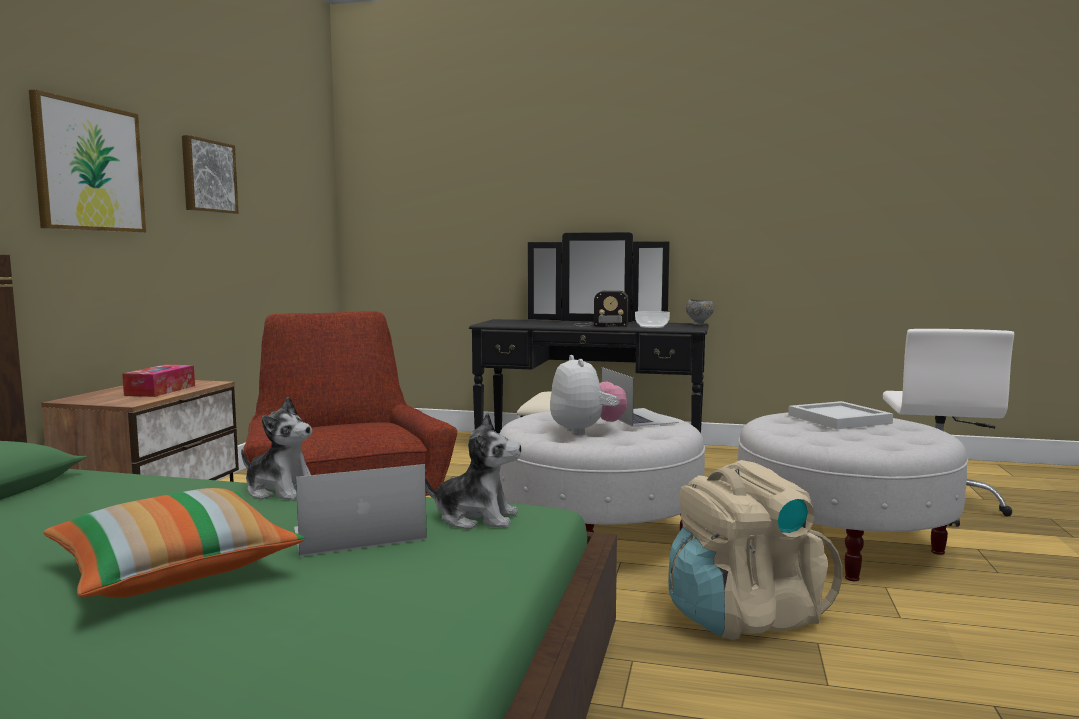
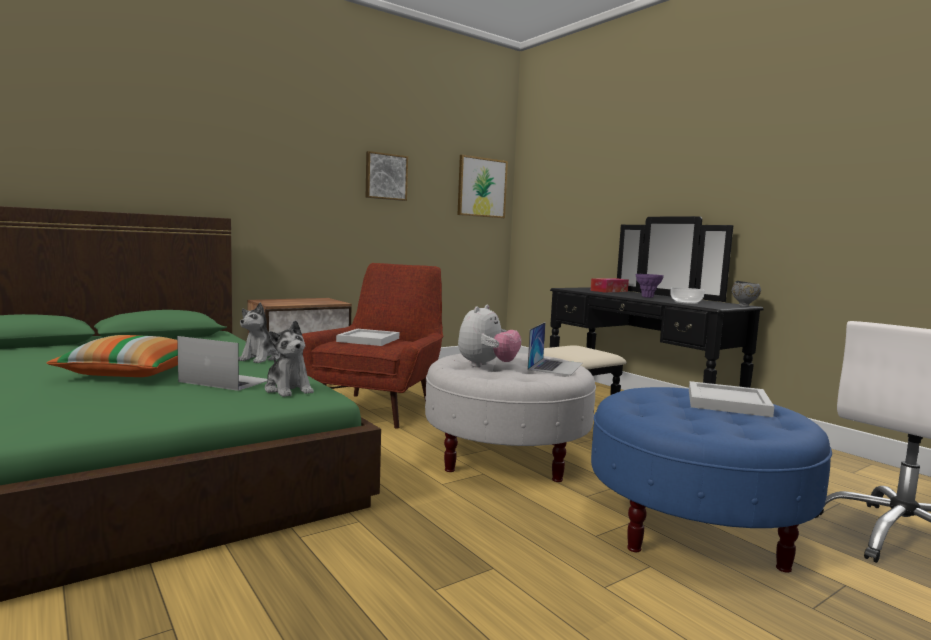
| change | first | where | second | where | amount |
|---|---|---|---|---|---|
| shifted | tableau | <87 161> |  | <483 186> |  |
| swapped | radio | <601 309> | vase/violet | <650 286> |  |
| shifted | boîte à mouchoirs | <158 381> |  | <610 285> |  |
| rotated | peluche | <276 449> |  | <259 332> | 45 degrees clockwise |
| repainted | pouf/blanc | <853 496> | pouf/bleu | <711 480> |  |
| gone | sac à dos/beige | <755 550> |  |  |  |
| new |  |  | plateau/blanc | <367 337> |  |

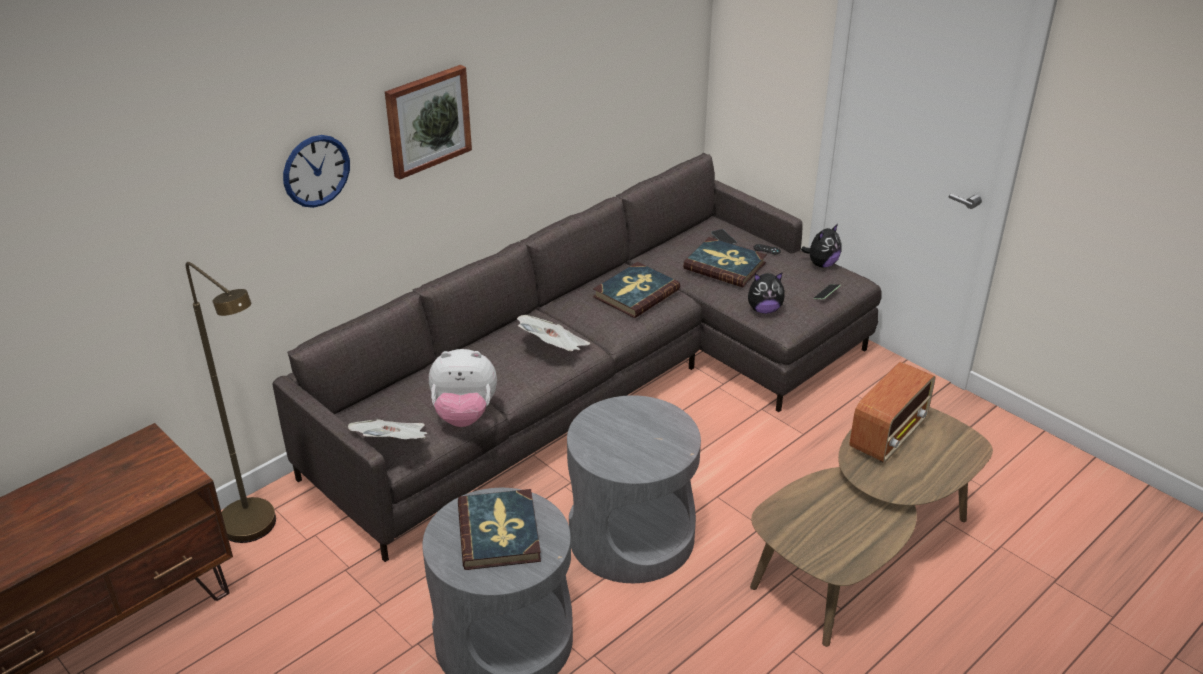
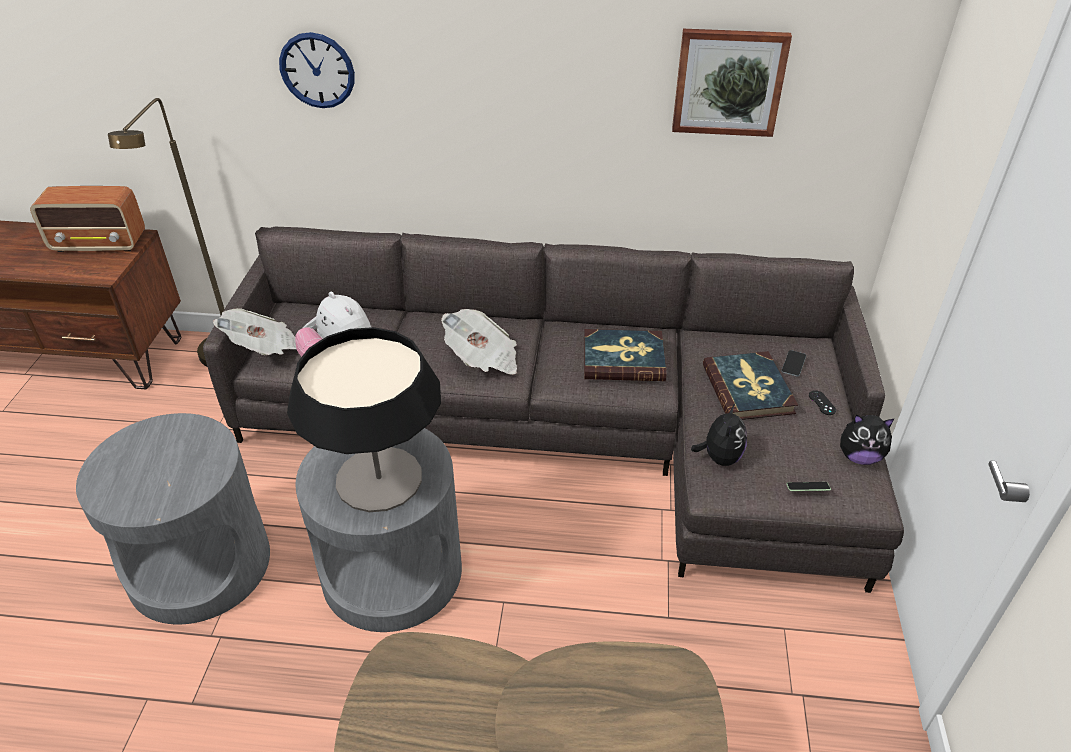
| change | first | where | second | where | amount |
|---|---|---|---|---|---|
| shifted | tableau | <428 122> |  | <732 83> |  |
| rotated | peluche | <766 293> |  | <719 435> | 120 degrees counterclockwise |
| shifted | radio | <892 412> |  | <87 219> |  |
| gone | livre | <499 529> |  |  |  |
| new |  |  | lampe de table | <364 419> |  |

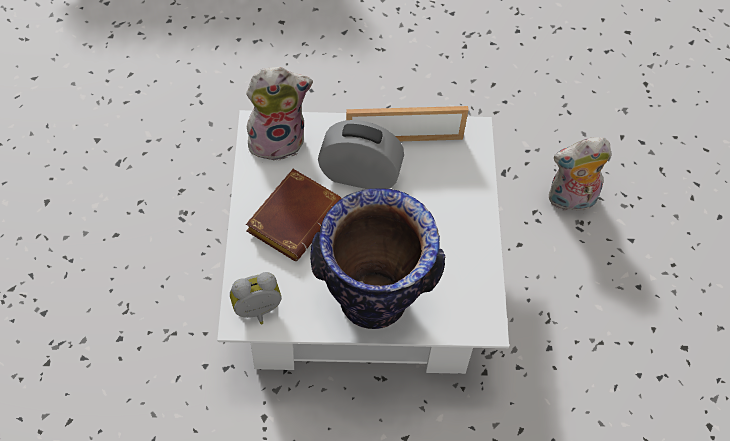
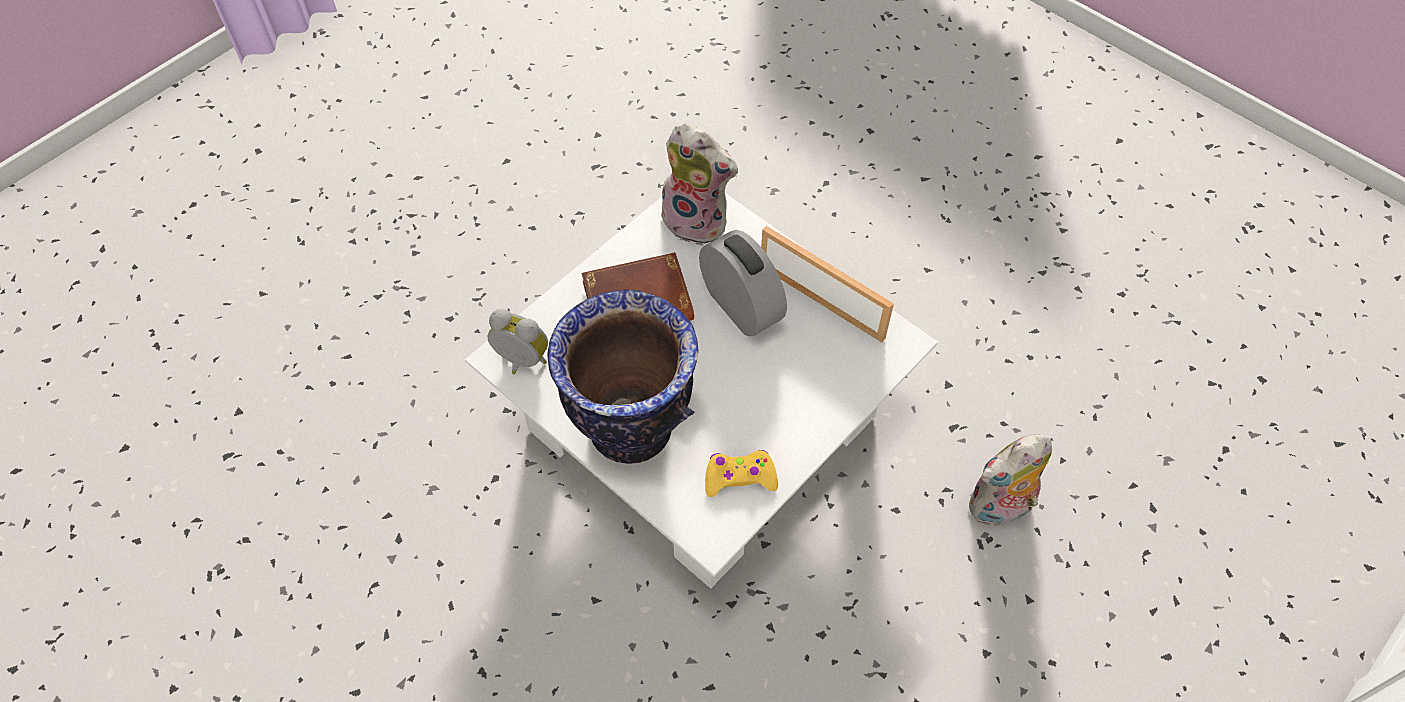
| change | first | where | second | where | amount |
|---|---|---|---|---|---|
| rotated | peluche | <580 174> |  | <1010 480> | 60 degrees counterclockwise |
| new |  |  | manette/jaune | <741 473> |  |

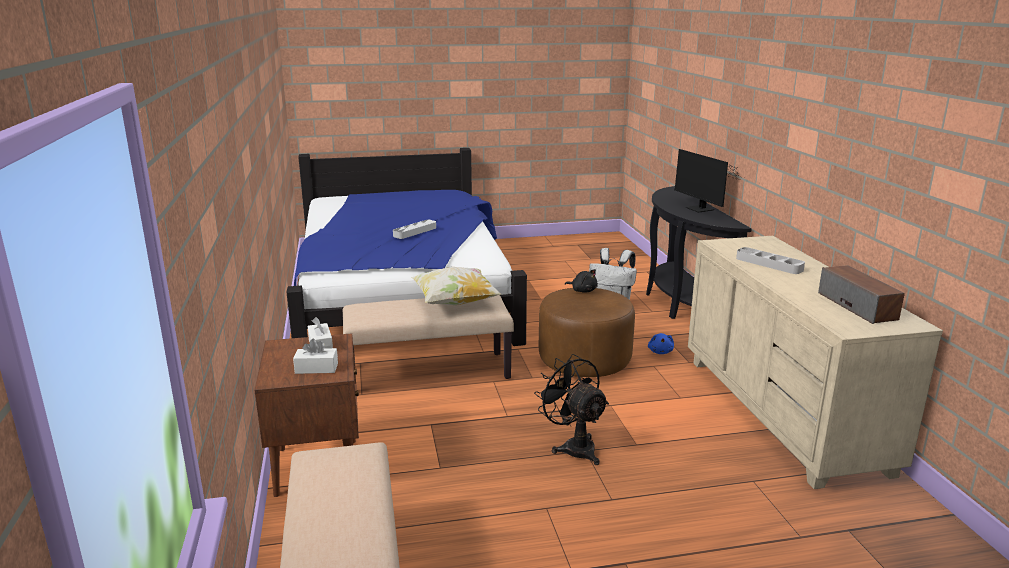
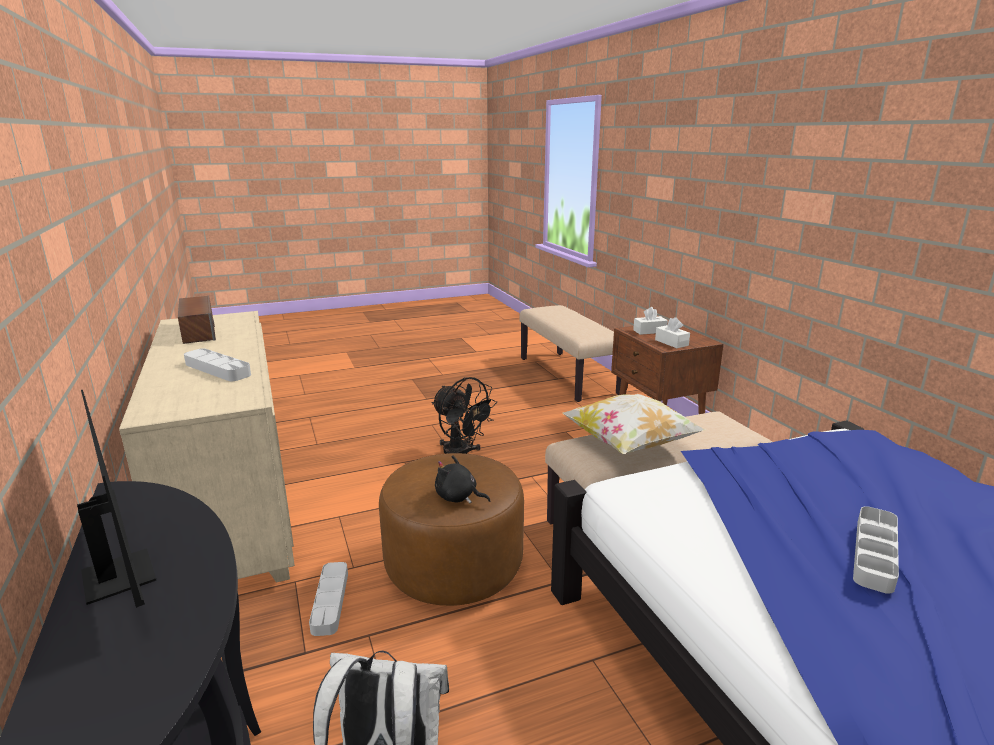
| change | first | where | second | where | amount |
|---|---|---|---|---|---|
| swapped | peluche/bleu | <661 343> | plateau/gris | <328 599> |  |

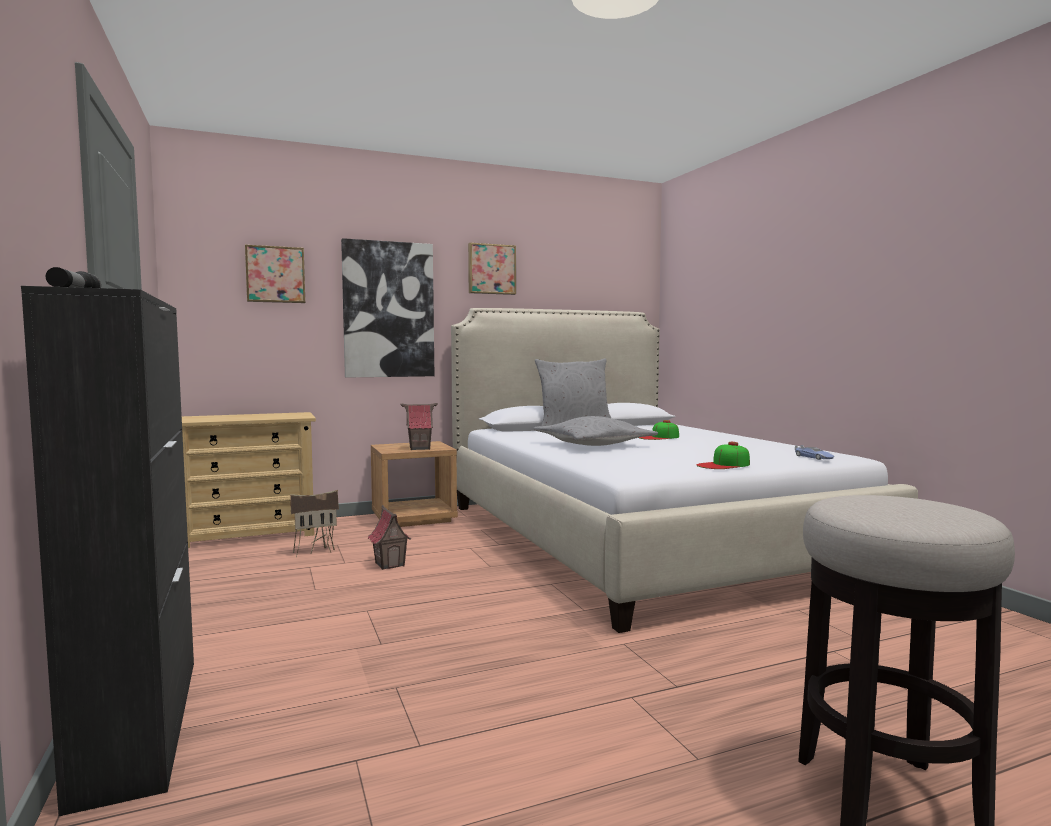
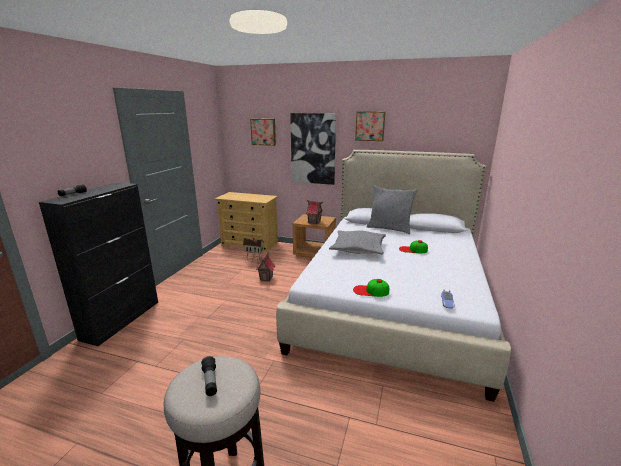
| change | first | where | second | where | amount |
|---|---|---|---|---|---|
| new |  |  | lampe de poche | <209 376> |  |

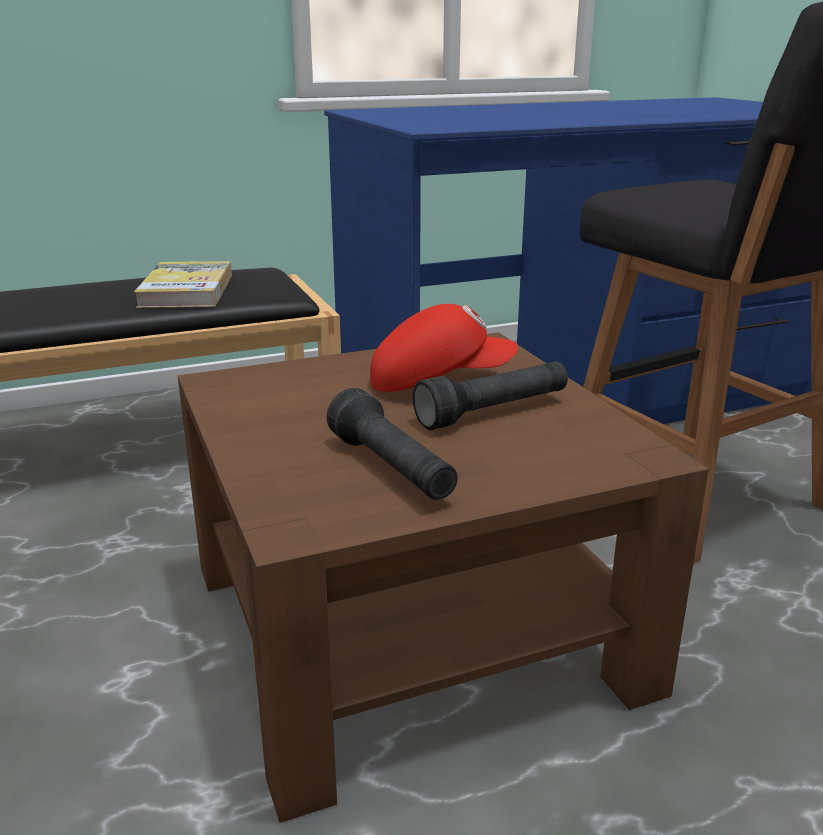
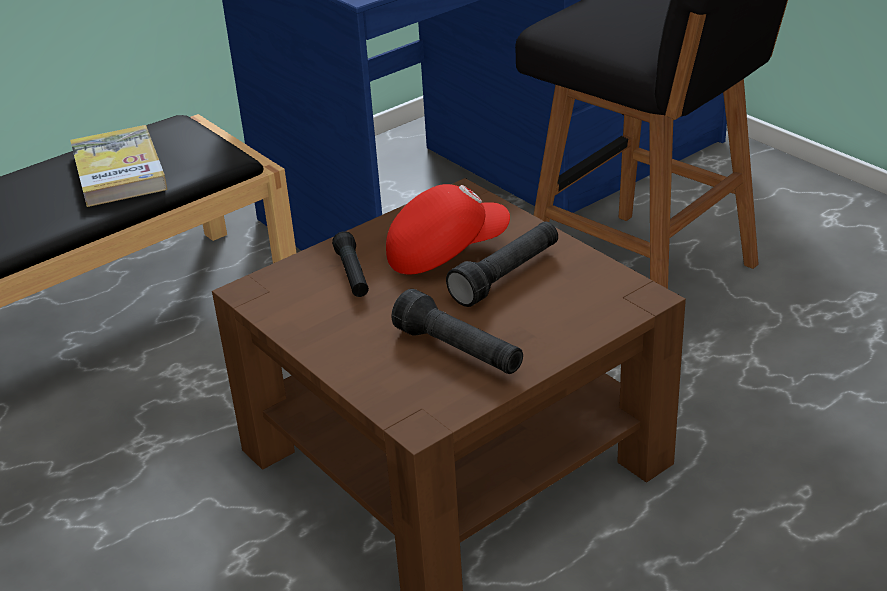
| change | first | where | second | where | amount |
|---|---|---|---|---|---|
| new |  |  | lampe de poche/noir | <350 264> |  |

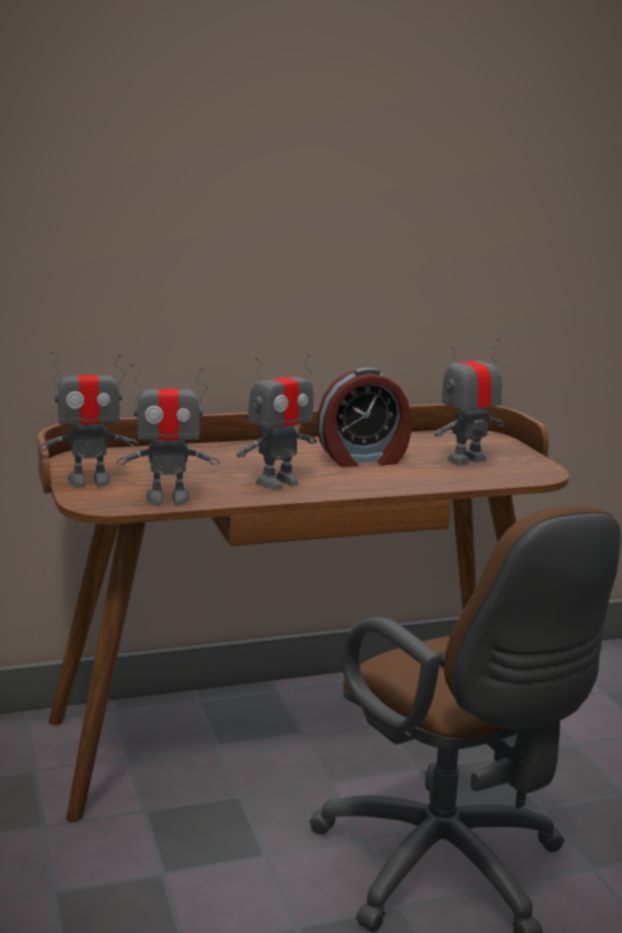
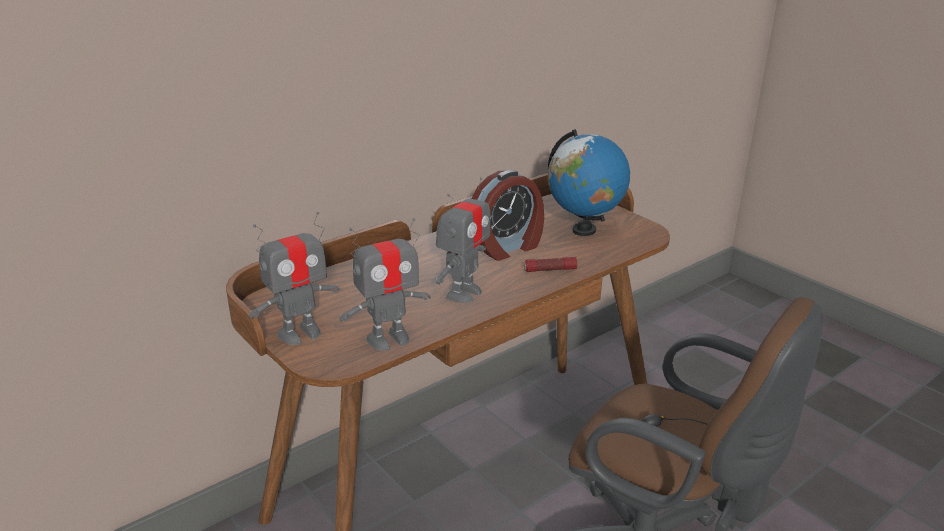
| change | first | where | second | where | amount |
|---|---|---|---|---|---|
| swapped | robot jouet | <470 402> | globe | <589 182> |  |
| new |  |  | lampe de poche | <550 264> |  |

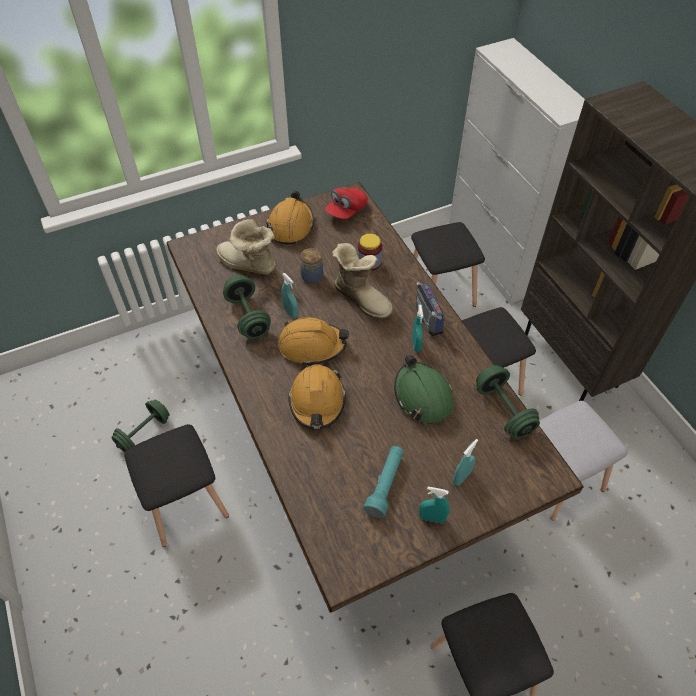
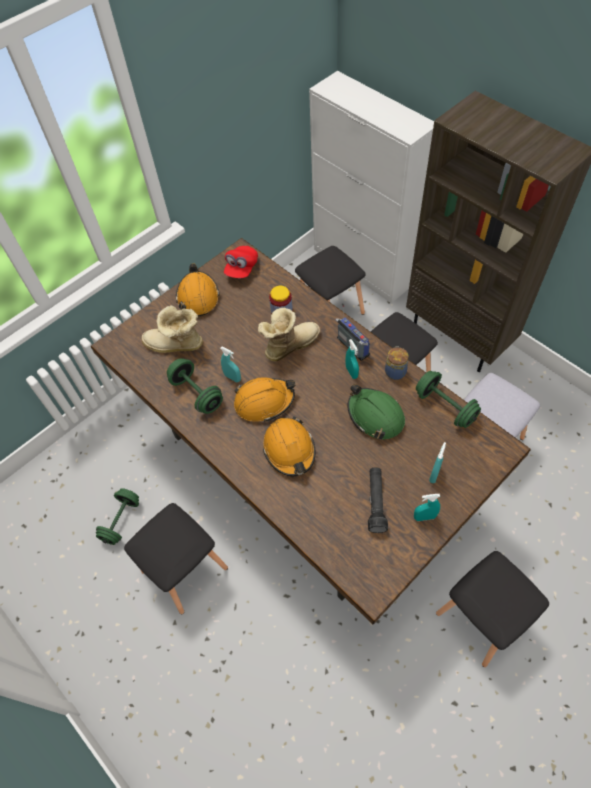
| change | first | where | second | where | amount |
|---|---|---|---|---|---|
| rotated | botte | <362 281> |  | <289 335> | 60 degrees counterclockwise |
| shifted | bocal | <311 266> |  | <397 363> |  |
| repainted | lampe de poche/turquoise | <383 482> | lampe de poche/noir | <378 500> |  |

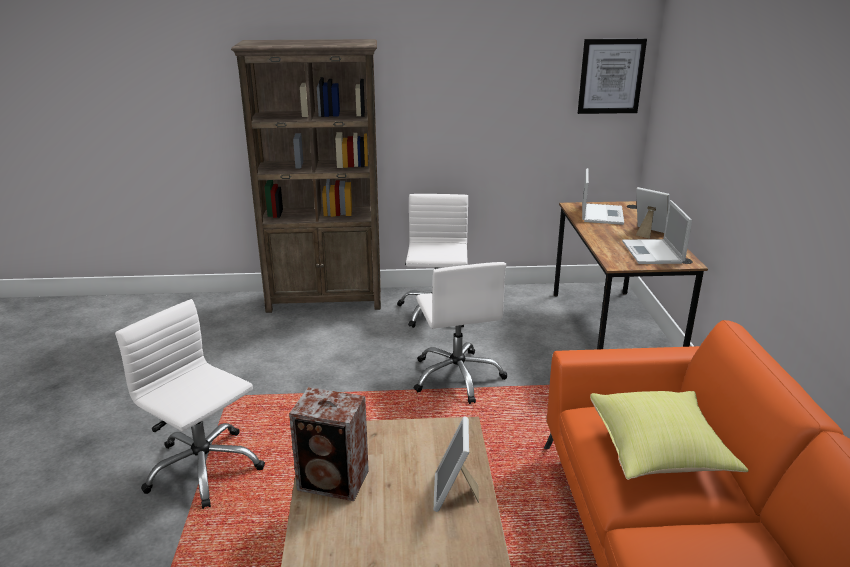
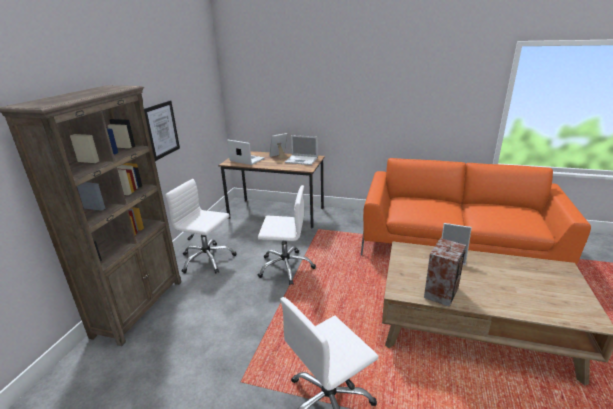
| change | first | where | second | where | amount |
|---|---|---|---|---|---|
| shifted | tableau | <612 76> |  | <162 131> |  |
| gone | coussin/jaune | <669 435> |  |  |  |

